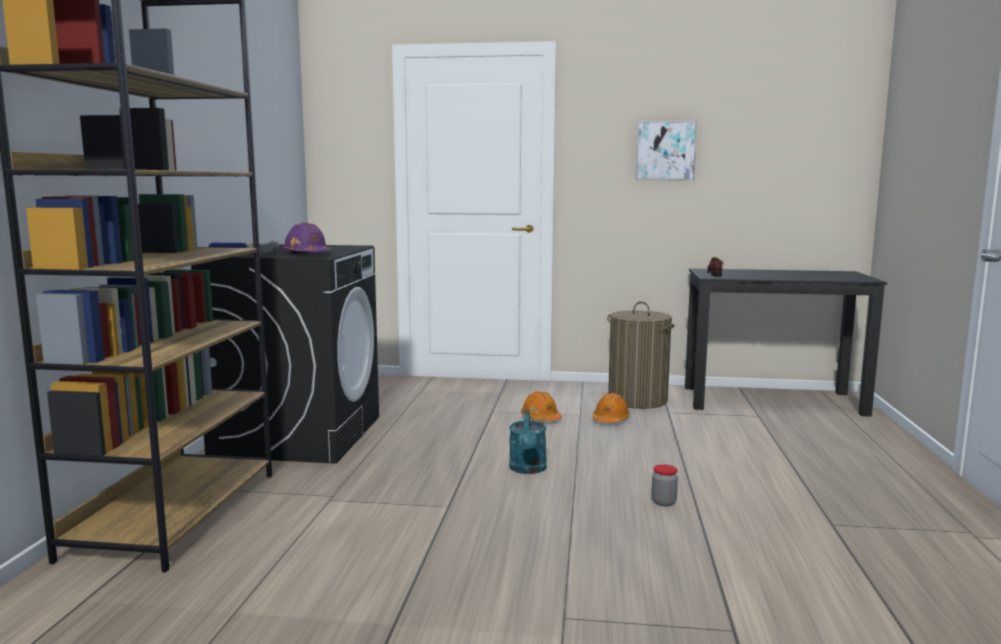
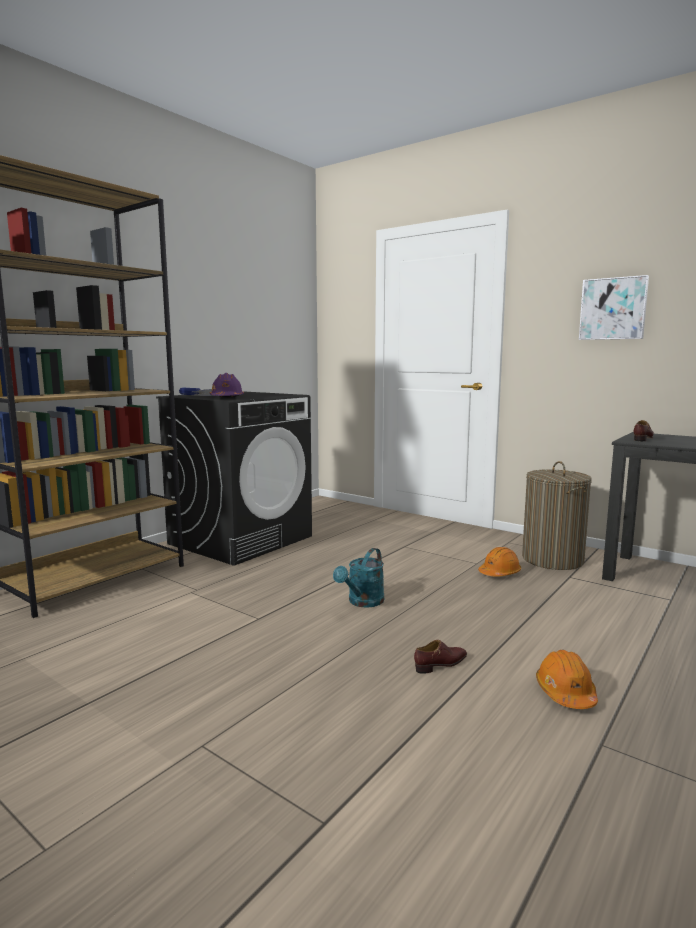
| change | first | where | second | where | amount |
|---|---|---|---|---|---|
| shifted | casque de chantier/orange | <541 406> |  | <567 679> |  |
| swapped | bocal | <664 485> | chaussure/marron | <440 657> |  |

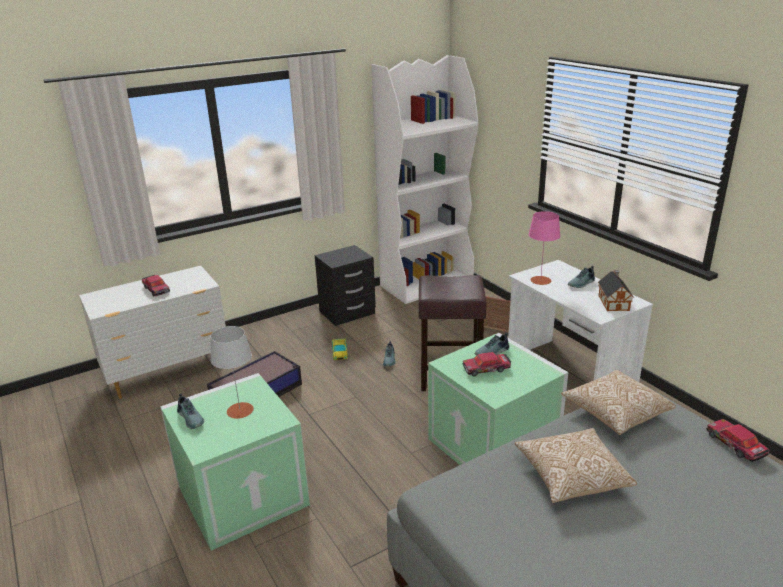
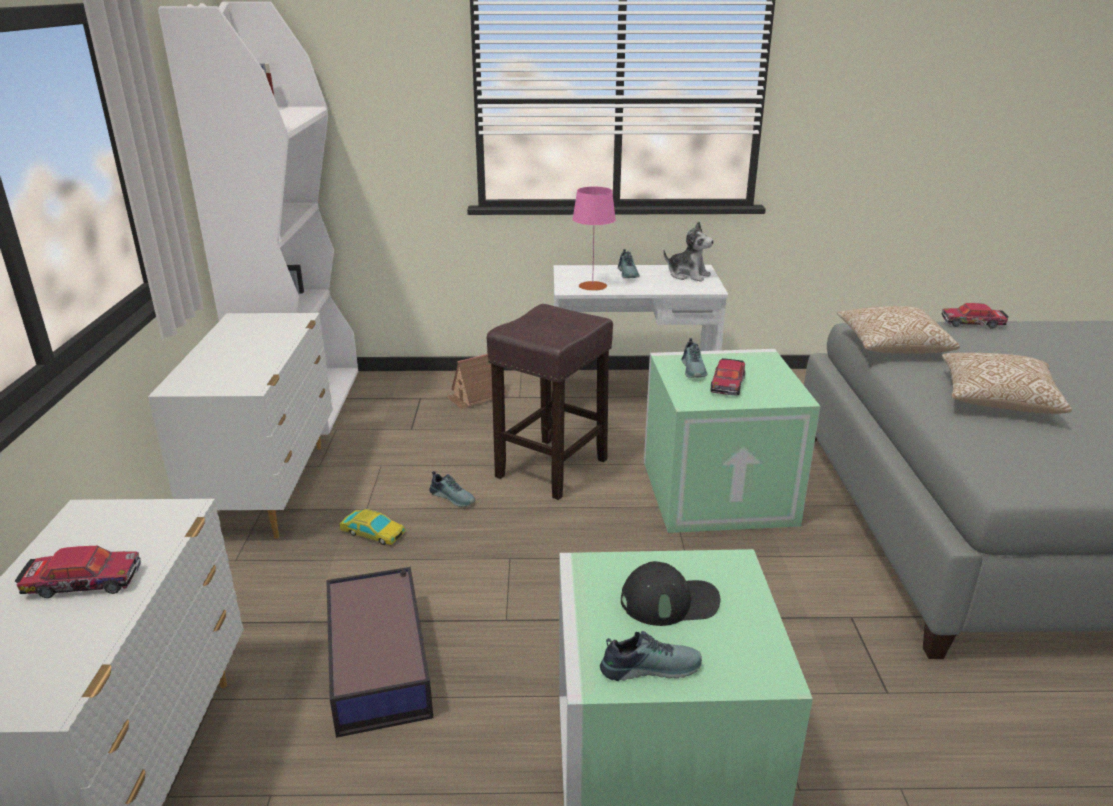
| change | first | where | second | where | amount |
|---|---|---|---|---|---|
| swapped | table de chevet/noir | <345 285> | commode/blanc | <240 426> |  |
| swapped | maison miniature | <616 290> | peluche | <688 251> |  |
| swapped | lampe de table/gris | <232 372> | casquette/noir | <670 593> |  |

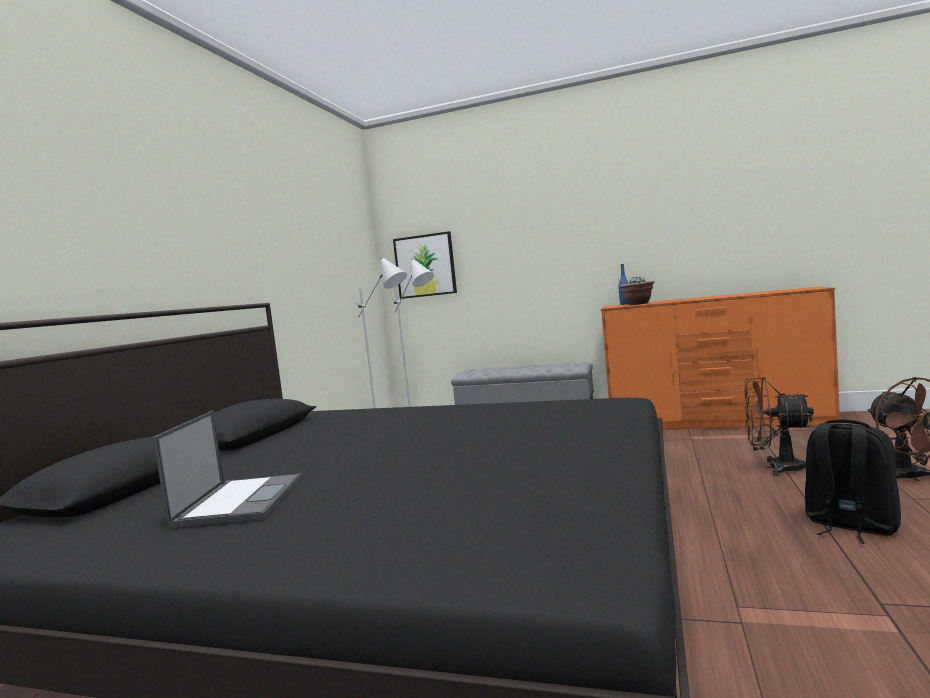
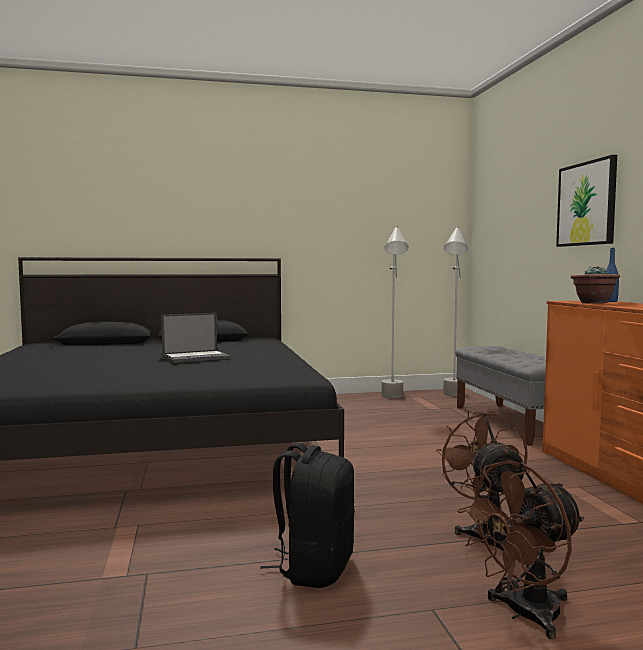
| change | first | where | second | where | amount |
|---|---|---|---|---|---|
| shifted | tableau | <425 265> |  | <586 201> |  |
| shifted | ordinateur portable | <227 469> |  | <196 338> |  |

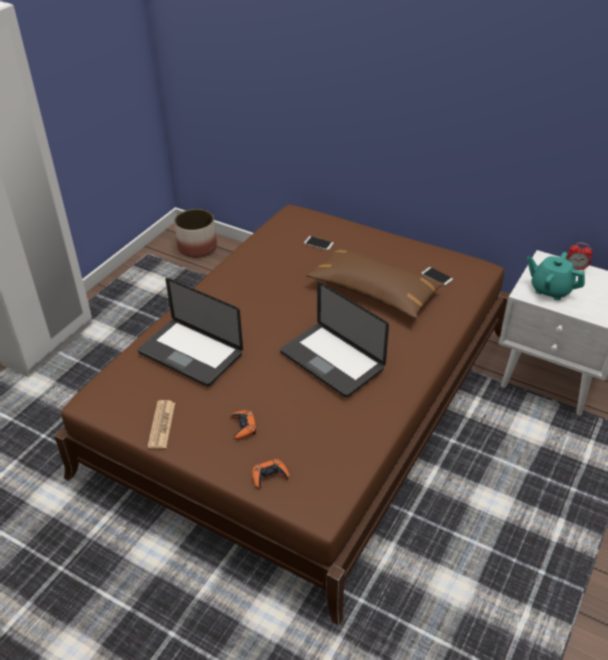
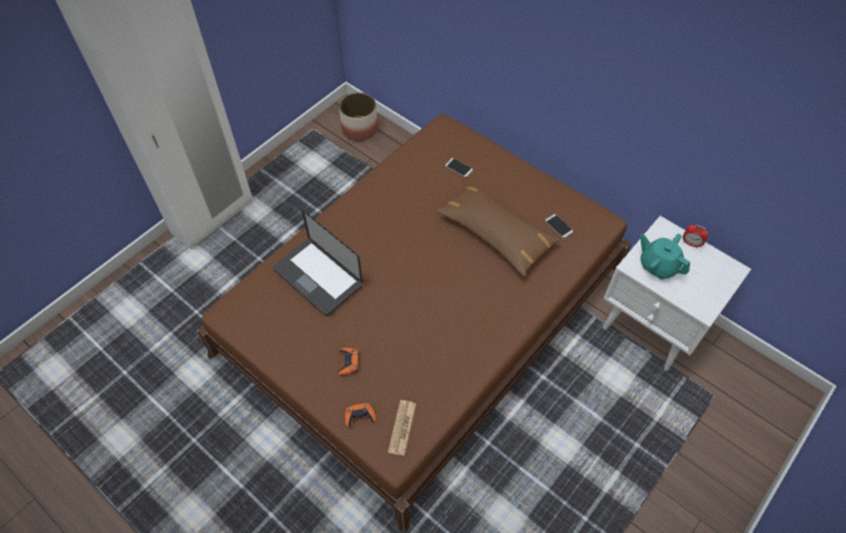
| change | first | where | second | where | amount |
|---|---|---|---|---|---|
| gone | ordinateur portable | <334 339> |  |  |  |
| shifted | journal | <161 424> |  | <402 428> |  |

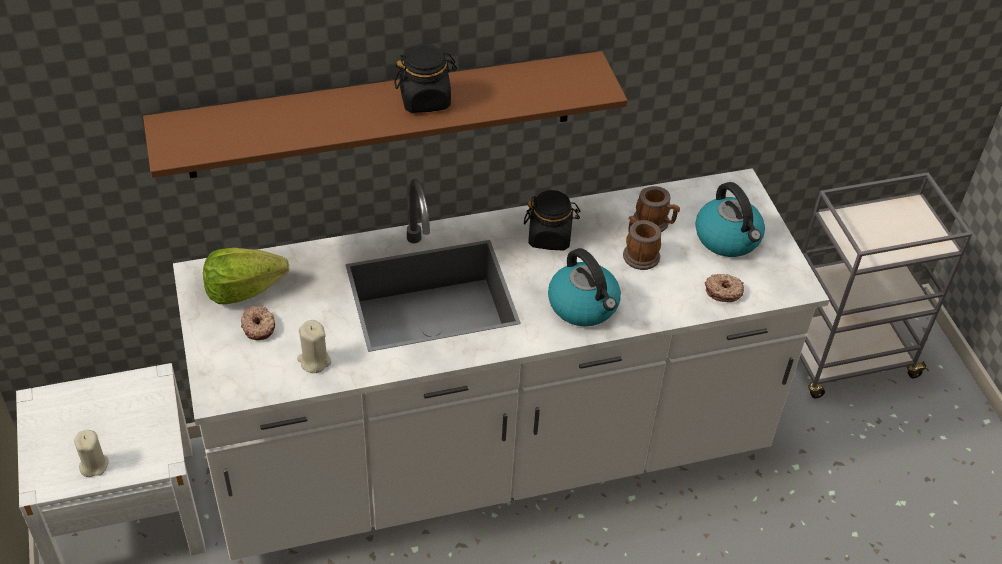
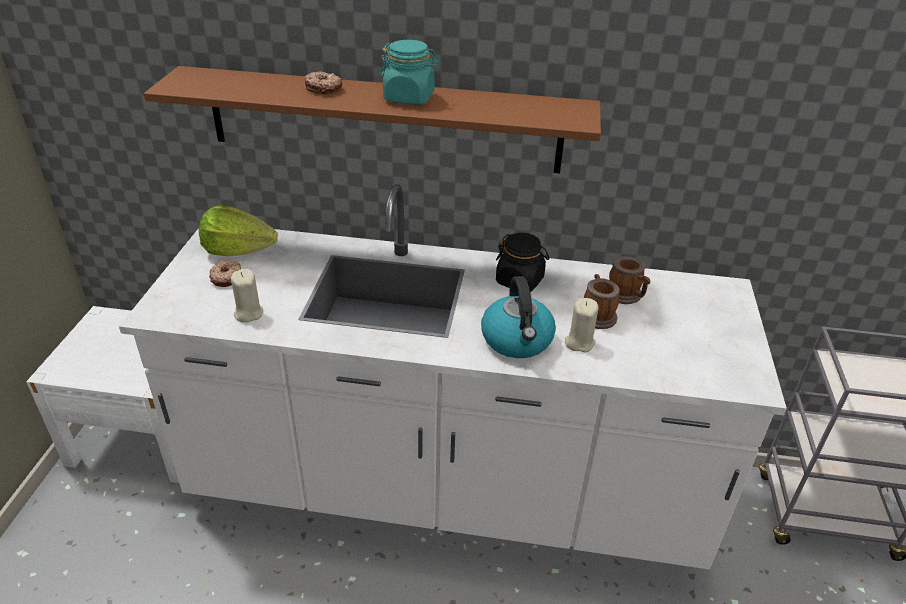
| change | first | where | second | where | amount |
|---|---|---|---|---|---|
| repainted | bocal/noir | <425 78> | bocal/turquoise | <410 72> |  |
| gone | bouilloire | <730 219> |  |  |  |
| shifted | beignet | <724 288> |  | <324 83> |  |
| shifted | bougie/beige | <91 453> |  | <581 325> |  |

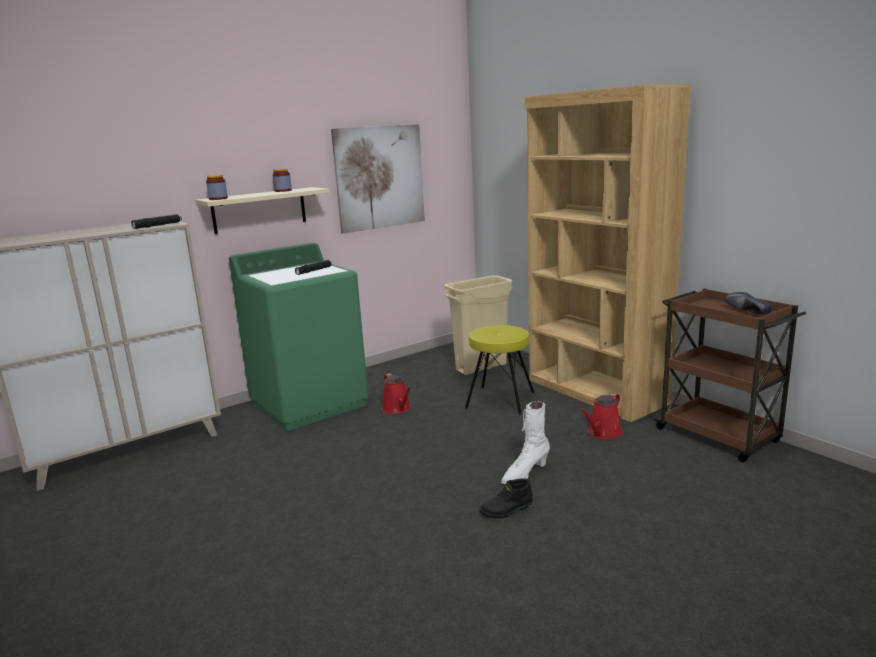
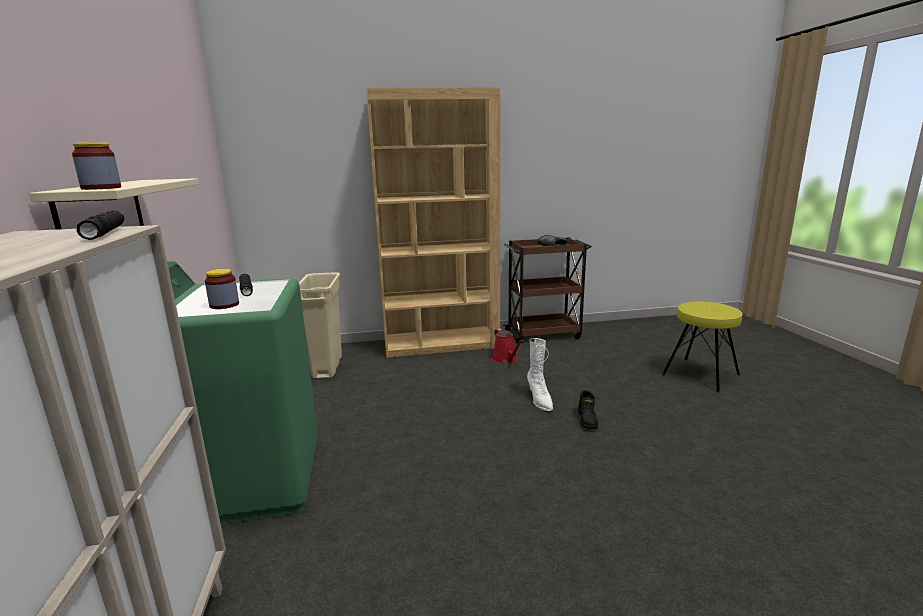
| change | first | where | second | where | amount |
|---|---|---|---|---|---|
| gone | tableau | <378 179> |  |  |  |
| shifted | bocal | <282 180> |  | <222 289> |  |
| shifted | tabouret/jaune | <500 370> |  | <702 347> |  |
| gone | arrosoir/rouge | <396 393> |  |  |  |

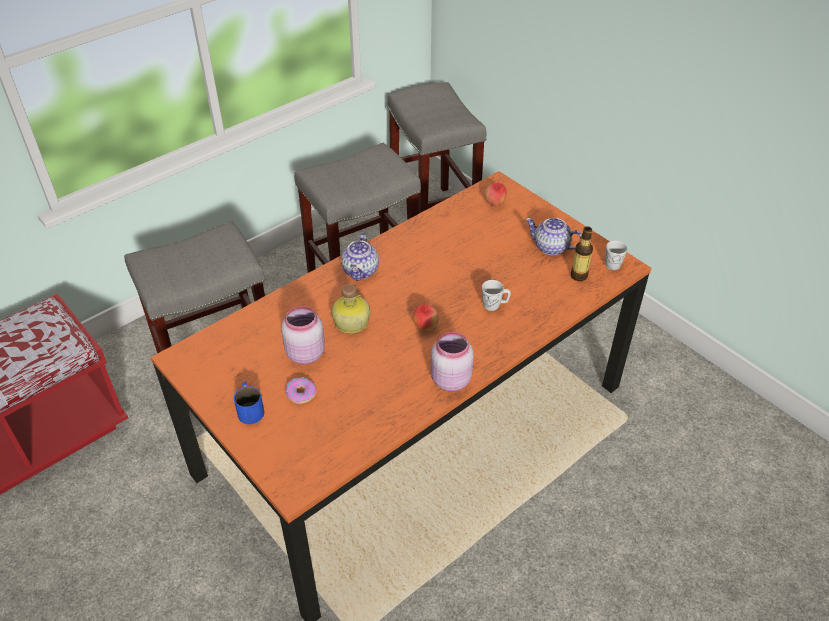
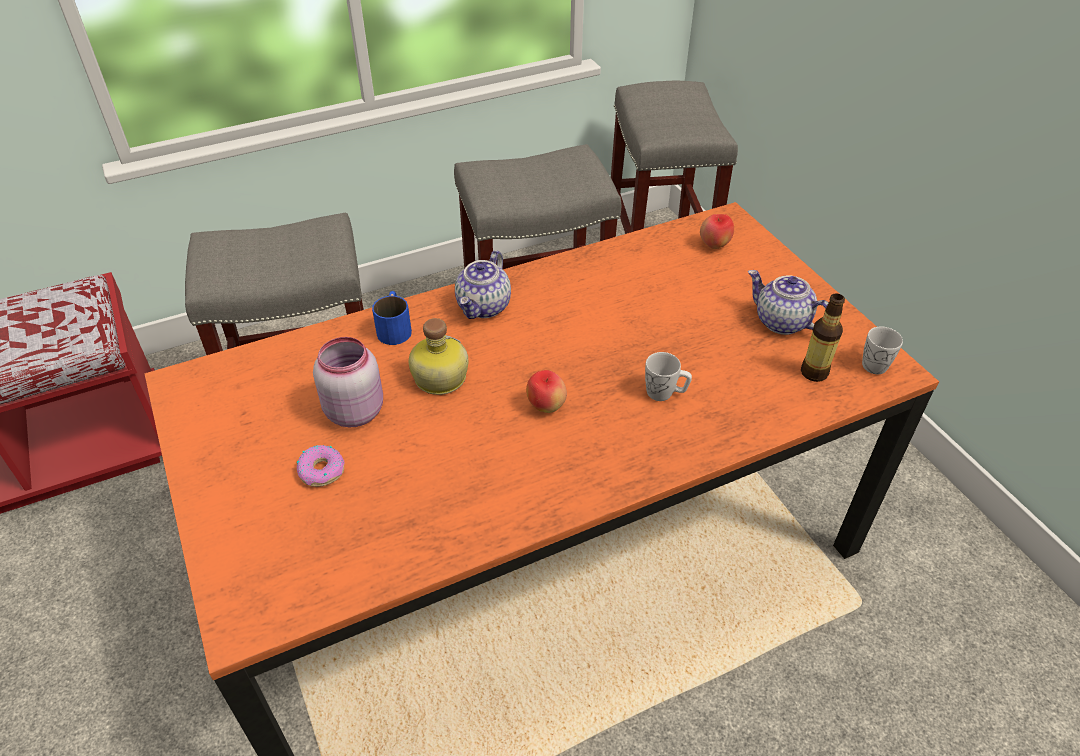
| change | first | where | second | where | amount |
|---|---|---|---|---|---|
| gone | bocal/rose | <452 361> |  |  |  |
| shifted | mug/bleu | <249 403> |  | <392 318> |  |

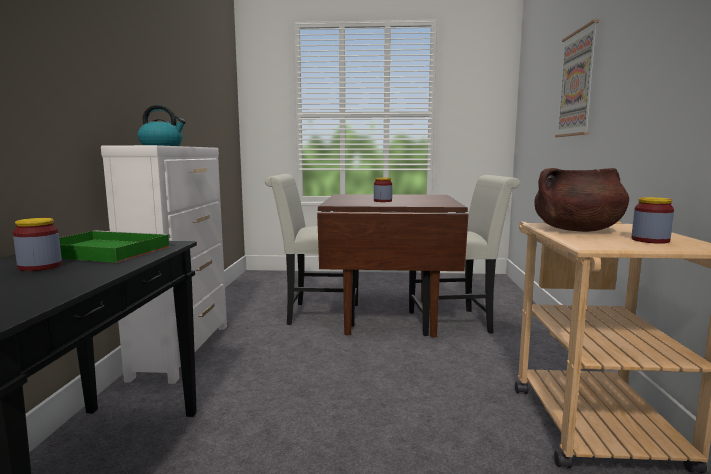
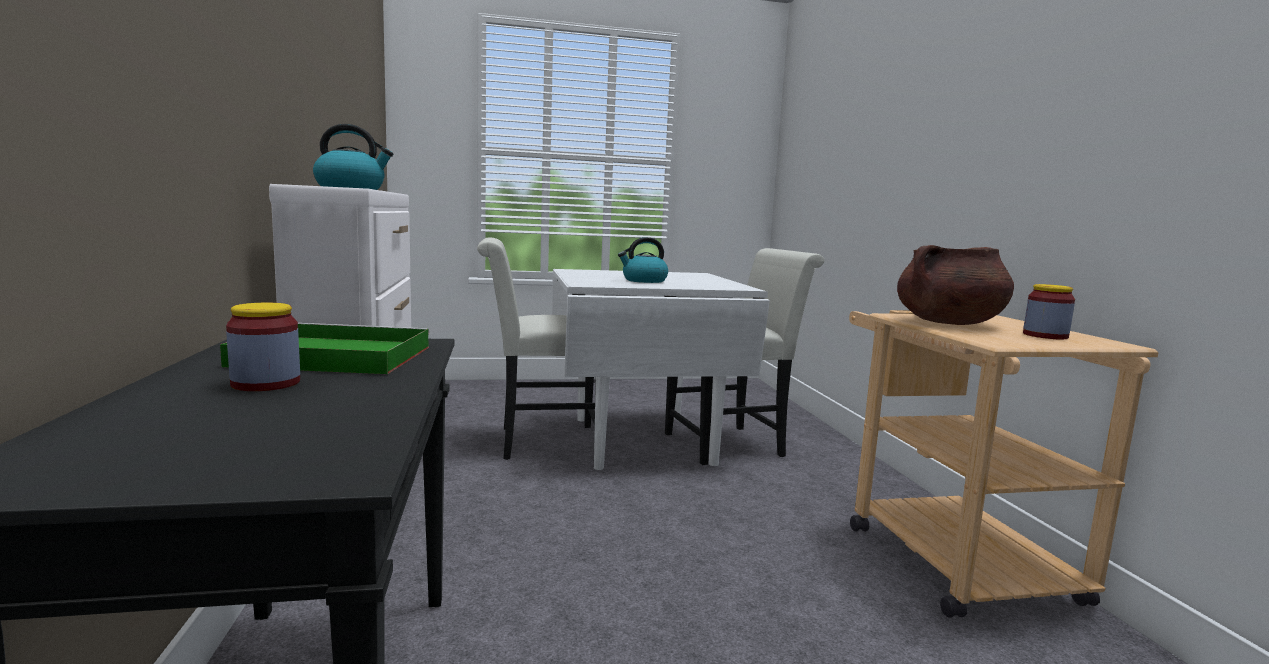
| change | first | where | second | where | amount |
|---|---|---|---|---|---|
| gone | tableau | <577 78> |  |  |  |
| swapped | bocal | <383 189> | bouilloire | <643 260> |  |
| repainted | table à manger/marron | <393 265> | table à manger/blanc | <661 369> |  |

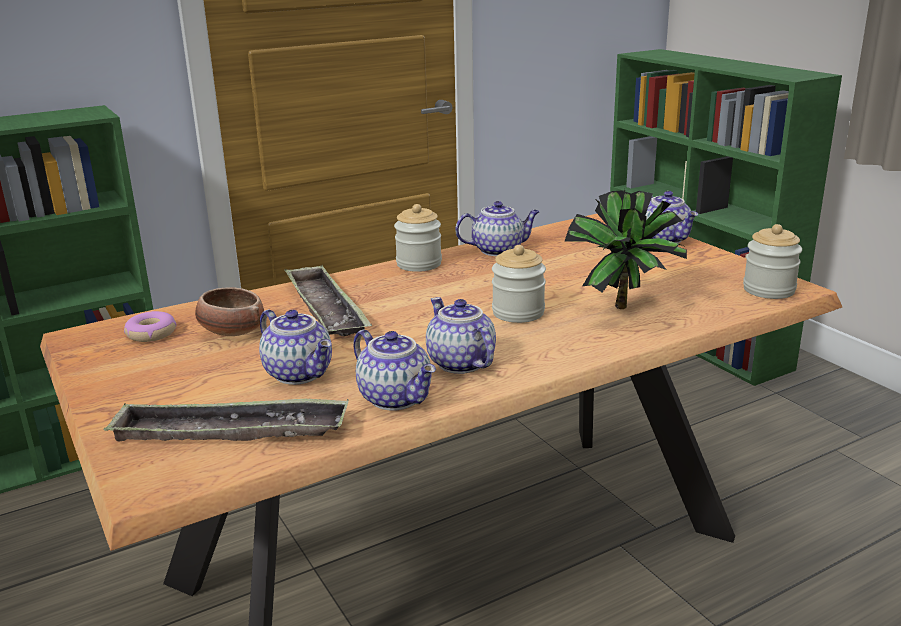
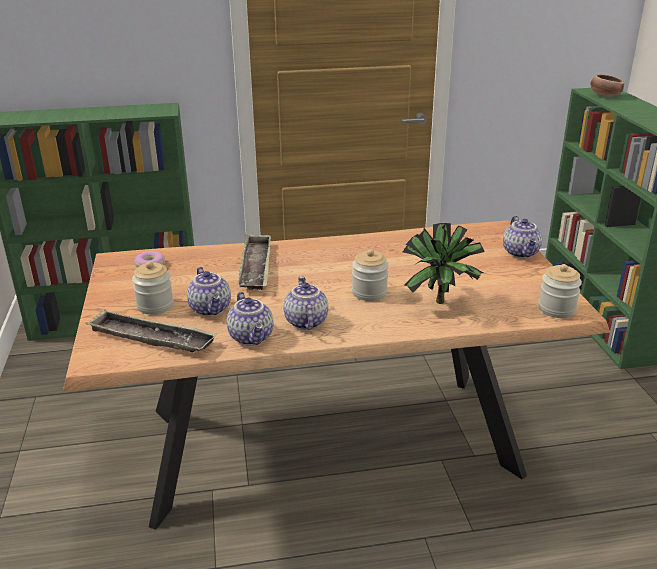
| change | first | where | second | where | amount |
|---|---|---|---|---|---|
| gone | théière | <497 228> |  |  |  |
| shifted | bocal | <418 238> |  | <153 288> |  |
| shifted | bol | <229 311> |  | <607 85> |  |

